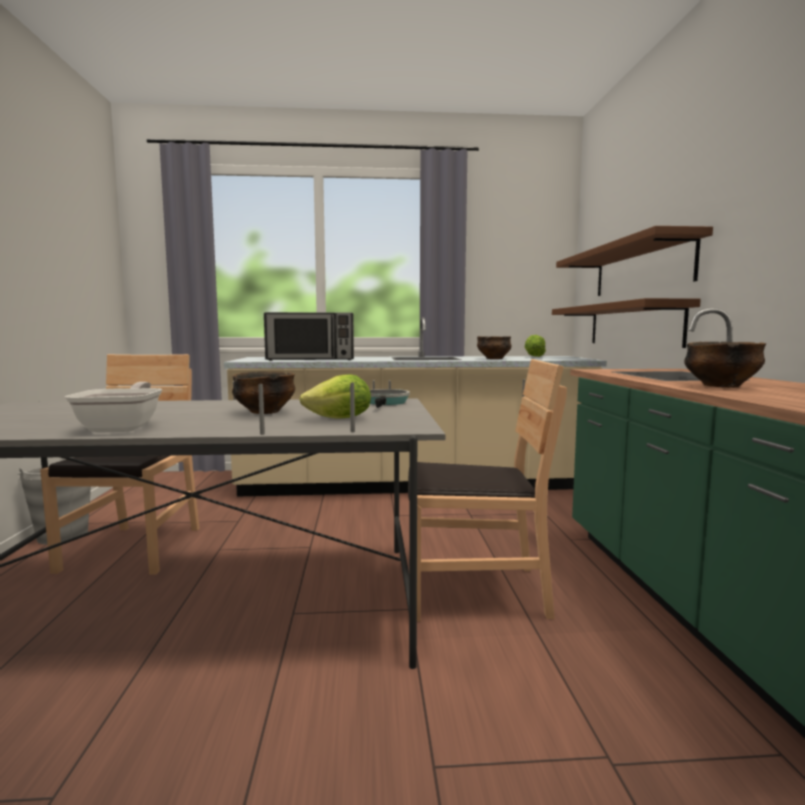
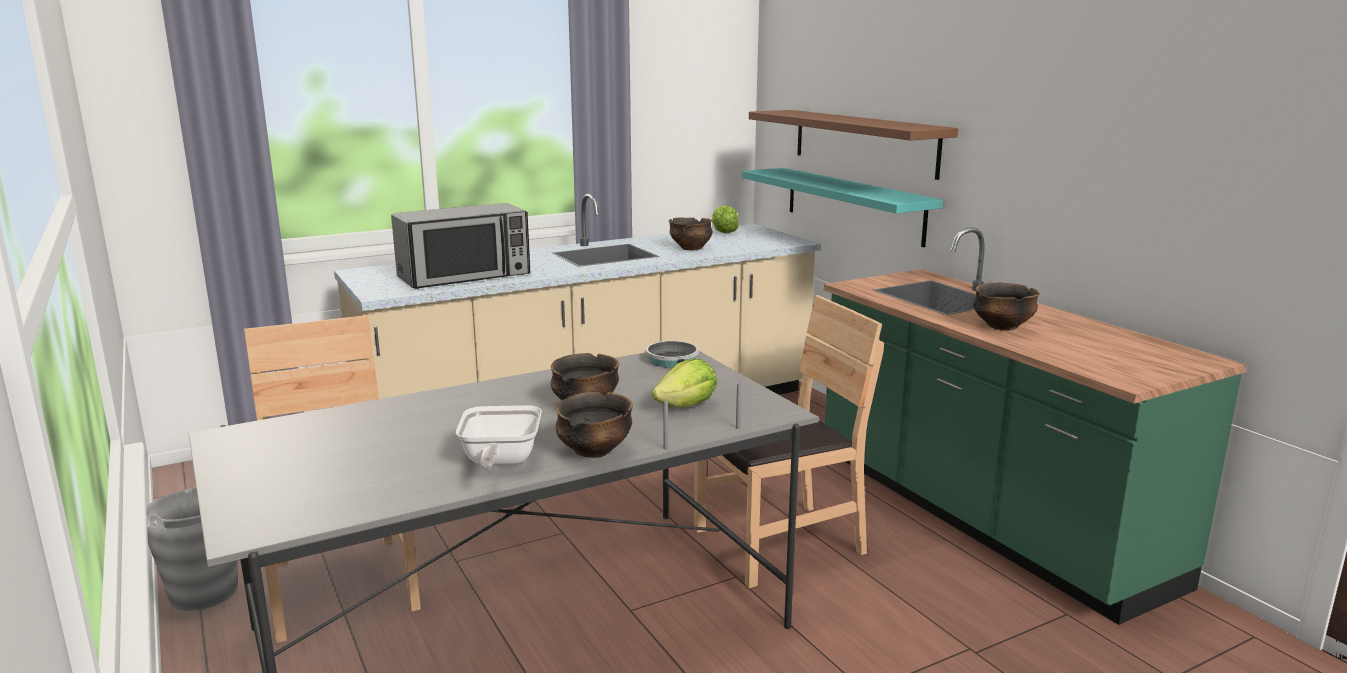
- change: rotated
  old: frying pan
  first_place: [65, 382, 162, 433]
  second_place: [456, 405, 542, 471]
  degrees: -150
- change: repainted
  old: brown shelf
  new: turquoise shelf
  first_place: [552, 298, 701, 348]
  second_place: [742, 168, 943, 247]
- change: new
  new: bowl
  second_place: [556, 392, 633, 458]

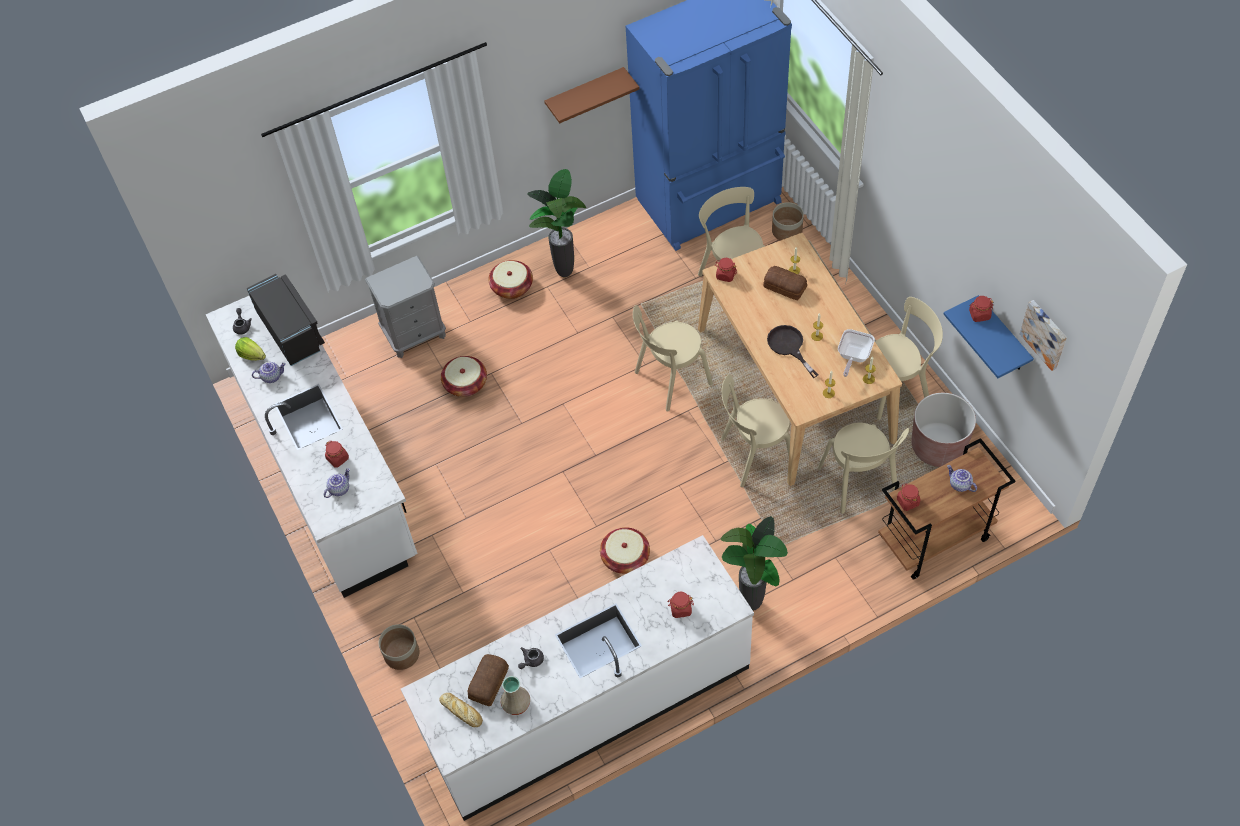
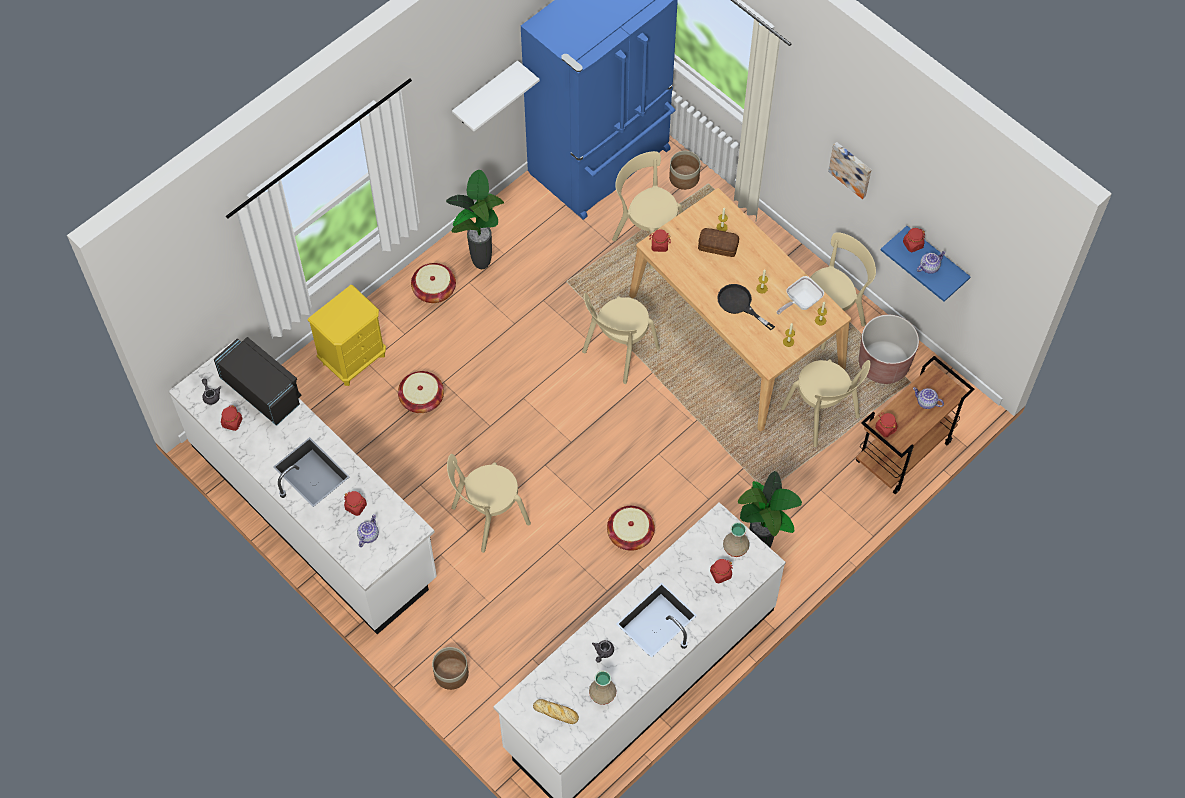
- change: swapped
  old: lettuce
  new: red jar
  first_place: [235, 337, 266, 361]
  second_place: [221, 405, 243, 431]
- change: shifted
  old: teapot
  first_place: [252, 362, 286, 383]
  second_place: [917, 251, 946, 274]
- change: repainted
  old: grey nightstand
  new: yellow nightstand
  first_place: [365, 256, 446, 358]
  second_place: [308, 285, 386, 386]
- change: gone
  old: bread
  first_place: [468, 654, 509, 706]
- change: repainted
  old: brown shelf
  new: white shelf
  first_place: [544, 67, 639, 123]
  second_place: [452, 61, 540, 131]
- change: shifted
  old: beige chair
  first_place: [721, 374, 790, 487]
  second_place: [447, 454, 531, 553]
- change: rotated
  old: frying pan
  first_place: [838, 329, 875, 377]
  second_place: [777, 276, 824, 315]
  degrees: 45
- change: shifted
  old: picture
  first_place: [1020, 300, 1067, 371]
  second_place: [828, 142, 872, 199]
- change: new
  new: beige vase
  second_place: [723, 522, 749, 557]

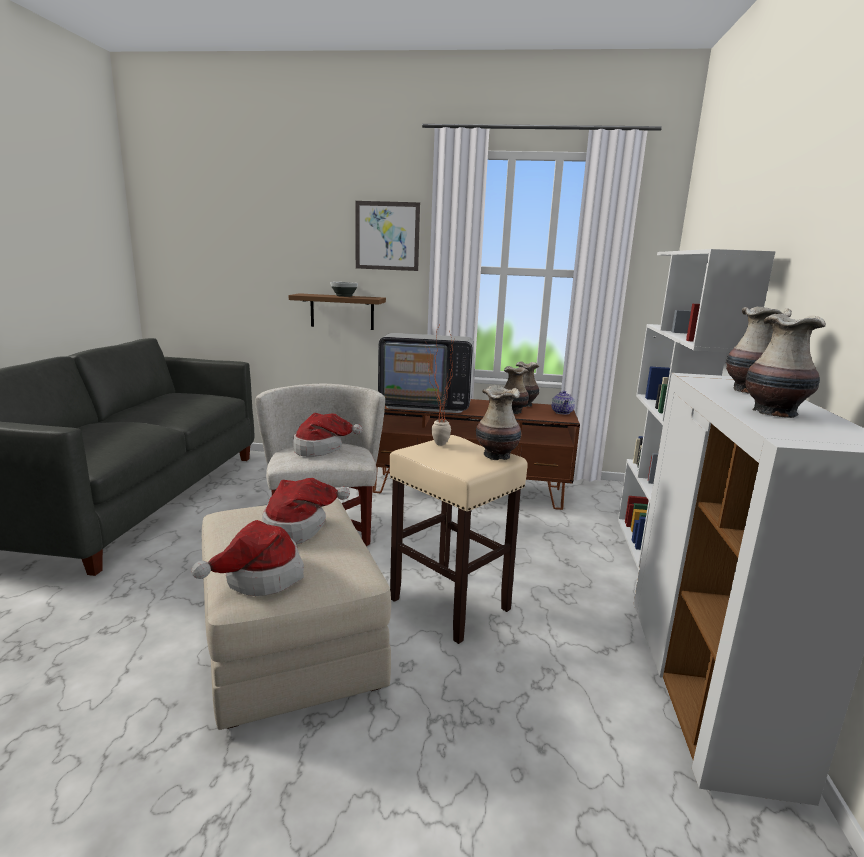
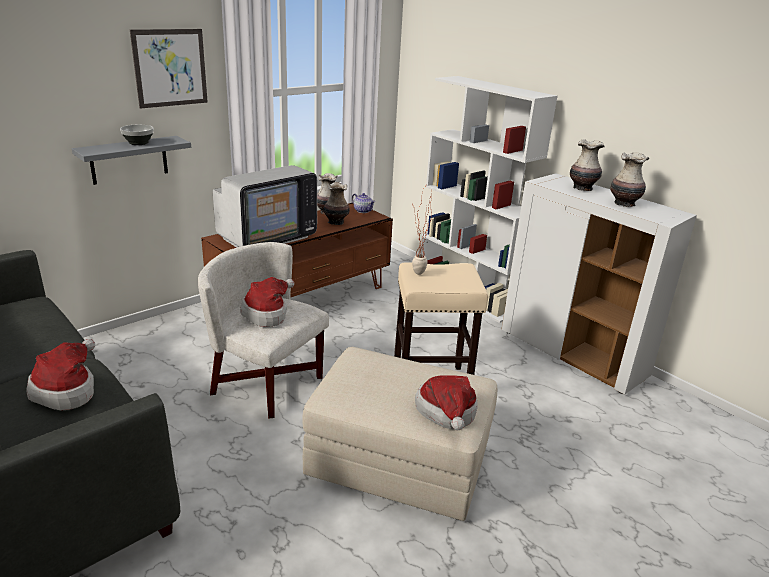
- change: shifted
  old: hat
  first_place: [262, 478, 350, 544]
  second_place: [26, 339, 95, 410]
- change: repainted
  old: brown shelf
  new: grey shelf
  first_place: [289, 293, 386, 330]
  second_place: [72, 136, 191, 185]
- change: gone
  old: vase
  first_place: [476, 385, 521, 460]

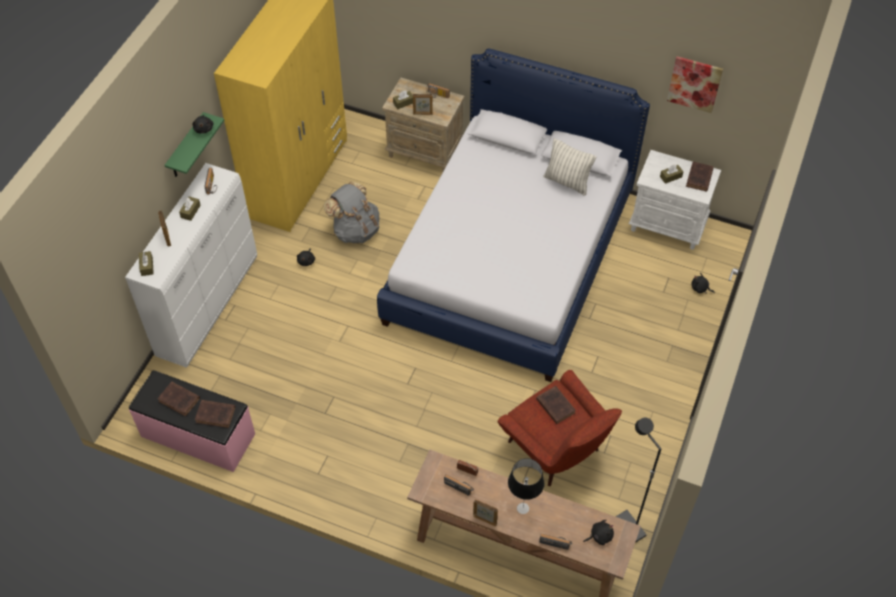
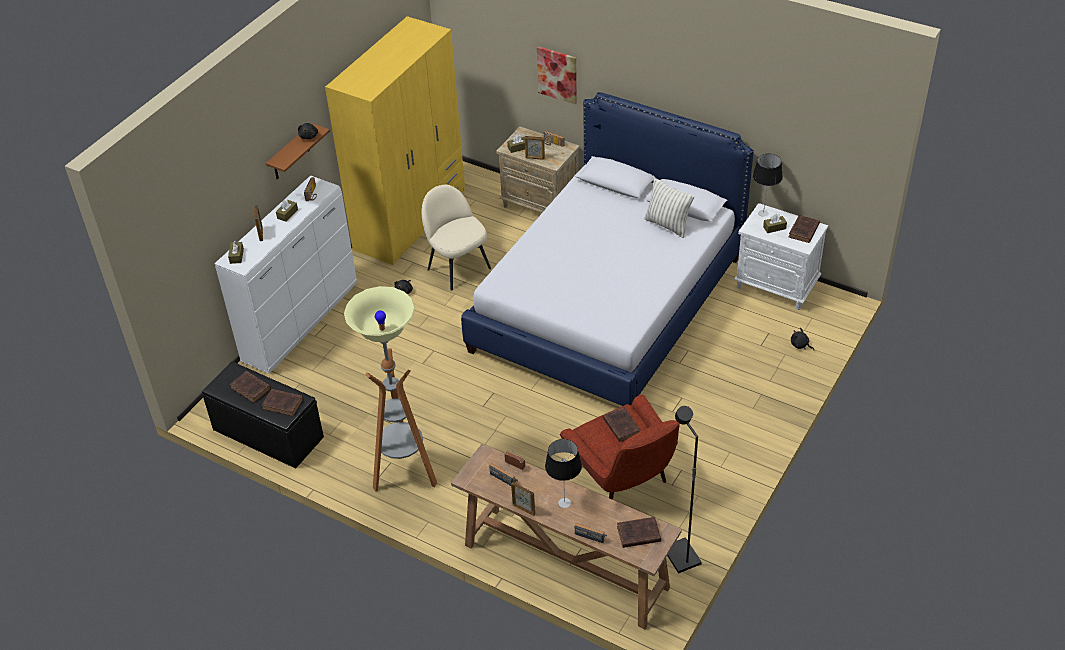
- change: repainted
  old: pink bench
  new: black bench
  first_place: [129, 370, 255, 472]
  second_place: [202, 362, 324, 468]
- change: repainted
  old: green shelf
  new: brown shelf
  first_place: [165, 112, 225, 177]
  second_place: [266, 123, 330, 180]
- change: swapped
  old: grey backpack
  new: beige chair
  first_place: [324, 181, 379, 243]
  second_place: [422, 185, 491, 291]
- change: swapped
  old: black plush toy
  new: brown book
  first_place: [583, 520, 614, 545]
  second_place: [617, 517, 661, 548]
- change: shifted
  old: picture
  first_place: [667, 56, 723, 113]
  second_place: [537, 46, 577, 104]
- change: new
  new: floor lamp
  second_place: [344, 286, 437, 492]
- change: new
  new: table lamp
  second_place: [753, 154, 783, 217]

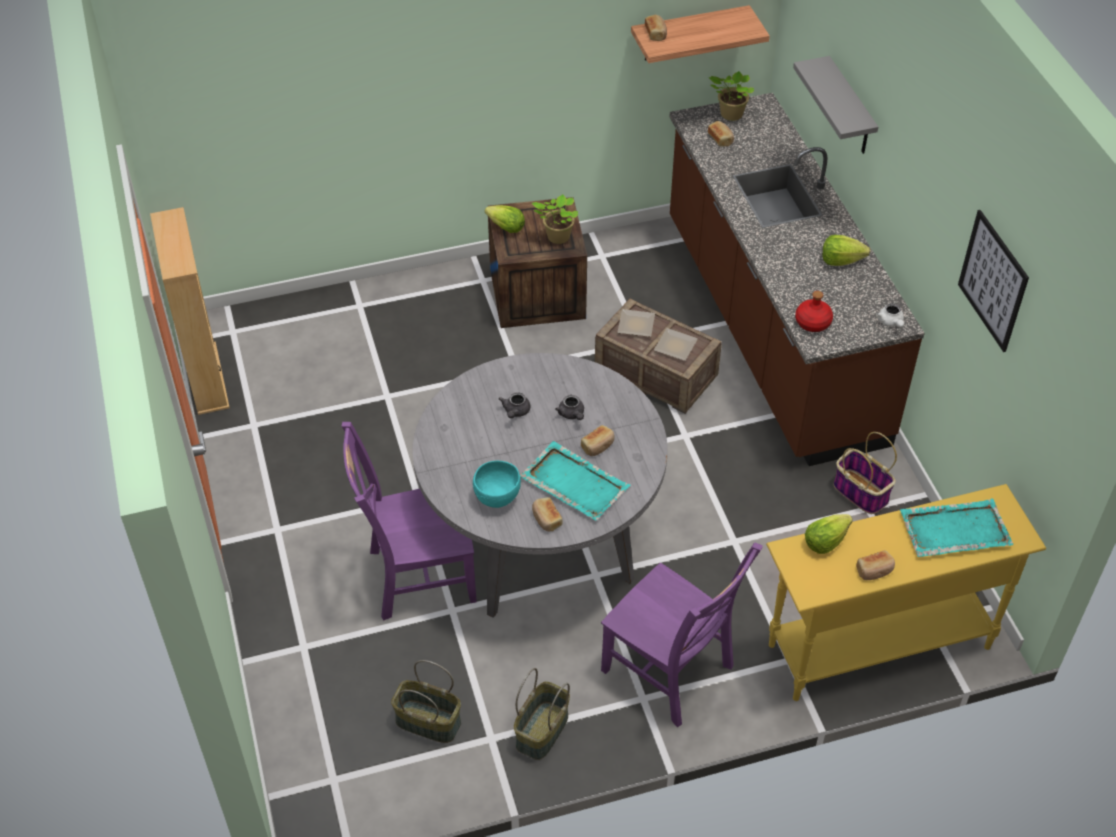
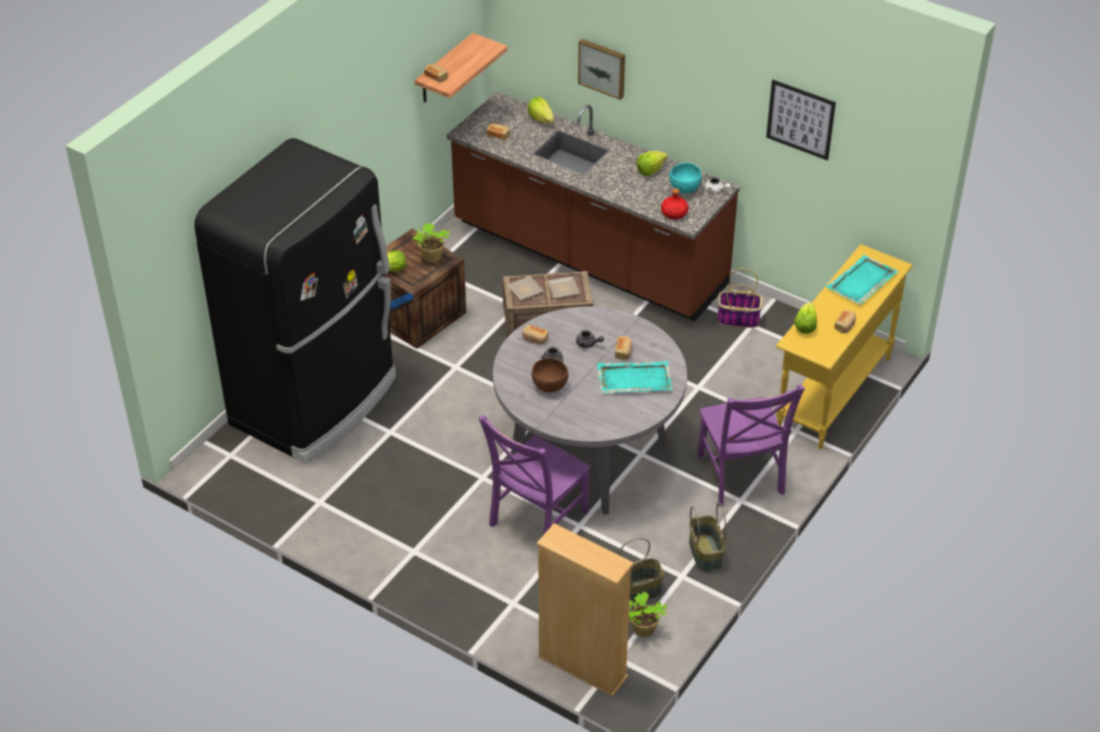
- change: shifted
  old: beige bookcase
  first_place: [150, 207, 230, 415]
  second_place: [537, 523, 634, 697]
- change: shifted
  old: turquoise bowl
  first_place: [473, 461, 521, 508]
  second_place: [669, 163, 702, 194]
- change: shifted
  old: bread
  first_place: [532, 497, 562, 531]
  second_place: [522, 325, 549, 344]
- change: rotated
  old: purple chair
  first_place: [601, 542, 763, 727]
  second_place: [697, 384, 805, 507]
  degrees: 75
- change: shifted
  old: potted plant
  first_place: [709, 71, 754, 121]
  second_place: [629, 591, 667, 637]
- change: swapped
  old: grey shelf
  new: picture
  first_place: [793, 56, 878, 154]
  second_place: [578, 39, 625, 100]
- change: new
  new: black fridge
  second_place: [194, 138, 396, 464]
- change: new
  new: lettuce
  second_place: [527, 97, 554, 124]
- change: new
  new: brown bowl
  second_place: [532, 358, 568, 392]

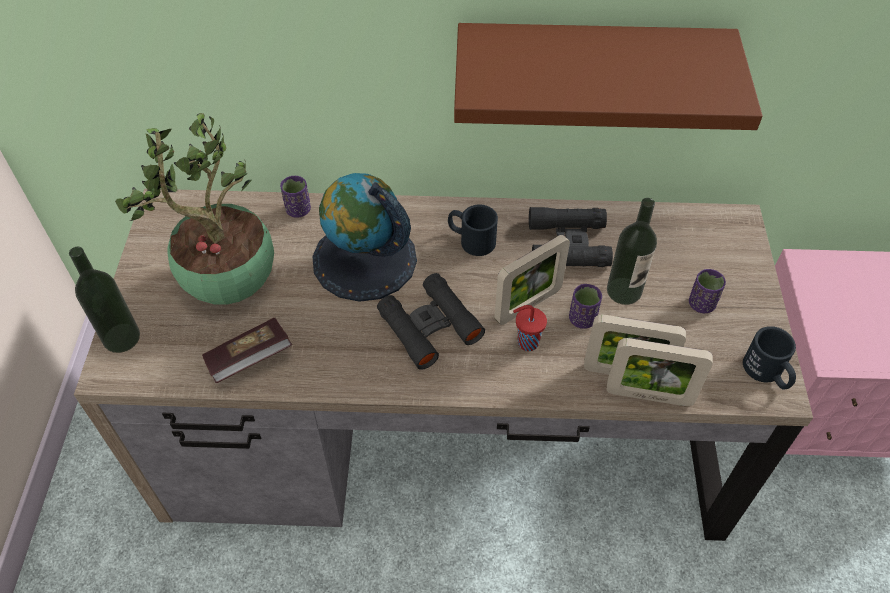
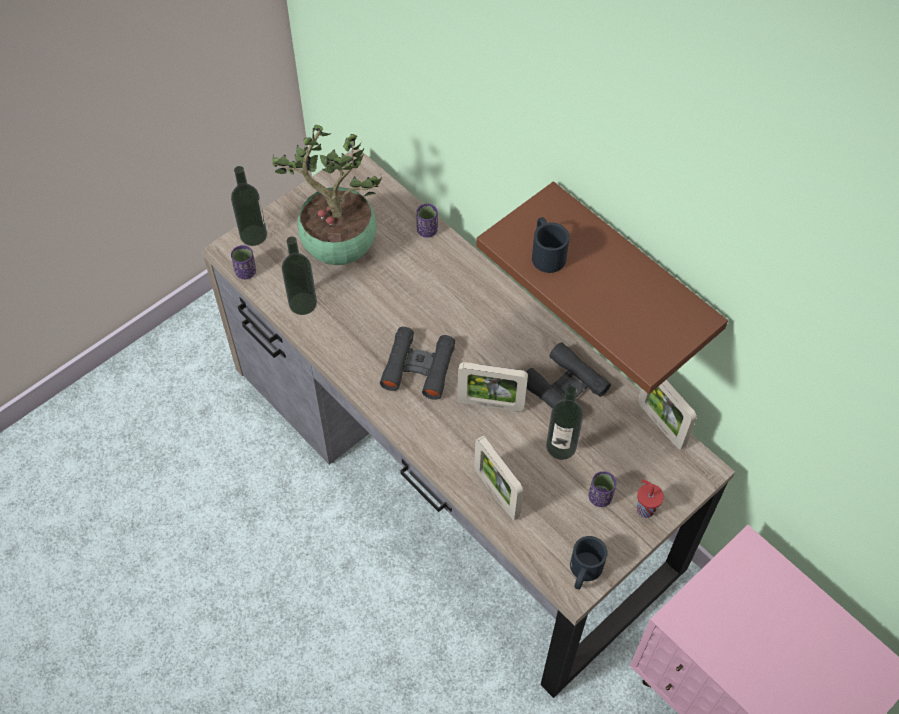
- change: swapped
  old: book
  new: bottle
  first_place: [202, 318, 292, 383]
  second_place: [282, 237, 317, 315]
- change: gone
  old: globe
  first_place: [312, 173, 417, 302]
- change: shifted
  old: black mug
  first_place: [448, 204, 498, 256]
  second_place: [532, 217, 570, 273]
- change: shifted
  old: red cup
  first_place: [513, 305, 547, 351]
  second_place: [637, 479, 664, 518]
- change: shifted
  old: purple cup
  first_place: [569, 284, 602, 329]
  second_place: [231, 245, 256, 279]
- change: shifted
  old: picture frame
  first_place: [607, 338, 713, 406]
  second_place: [638, 379, 697, 449]

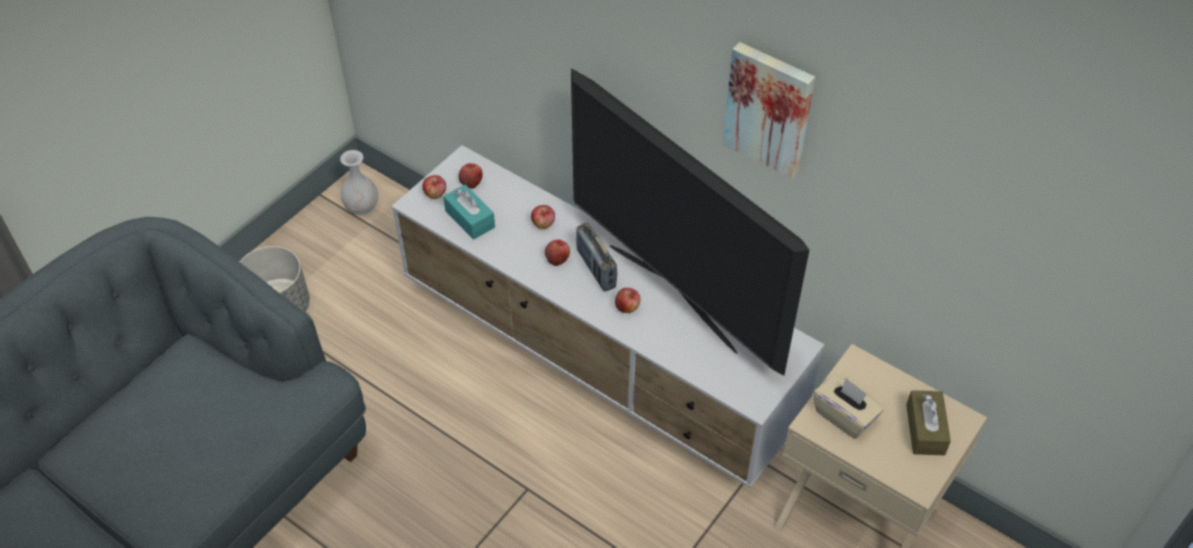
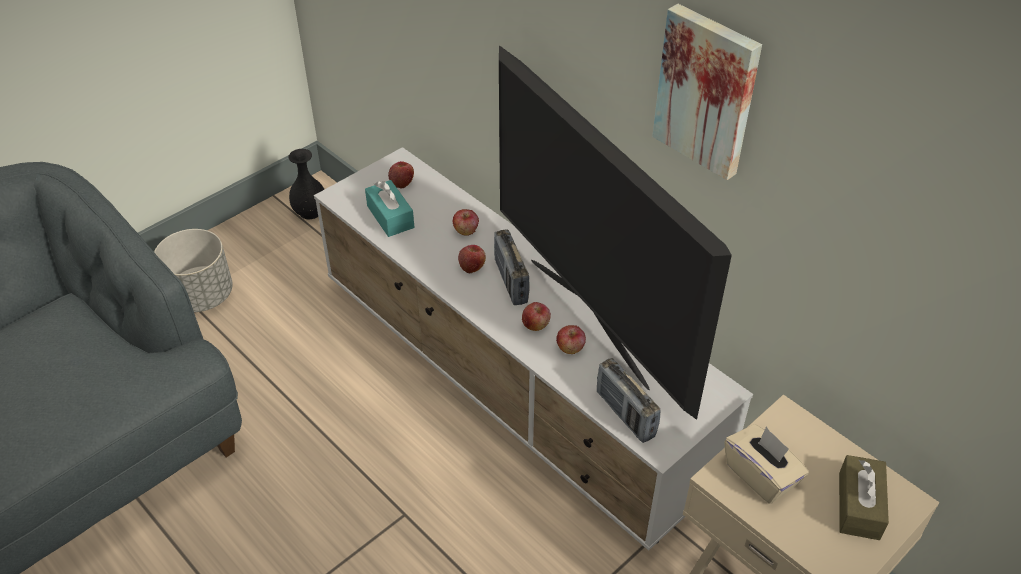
- change: repainted
  old: white vase
  new: black vase
  first_place: [340, 150, 378, 216]
  second_place: [288, 149, 324, 219]
- change: shifted
  old: apple
  first_place: [422, 175, 446, 199]
  second_place: [556, 325, 586, 354]
- change: new
  new: radio
  second_place: [597, 358, 661, 443]

